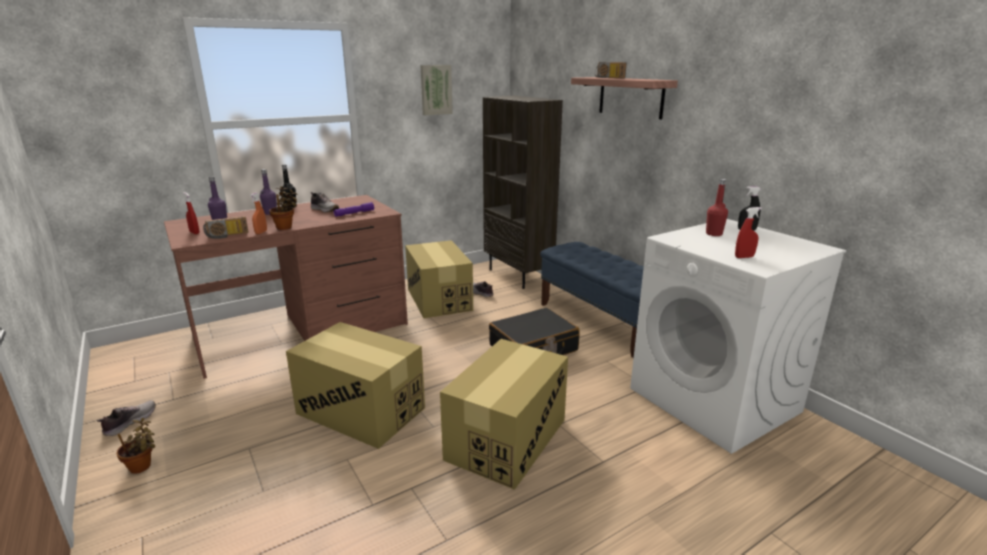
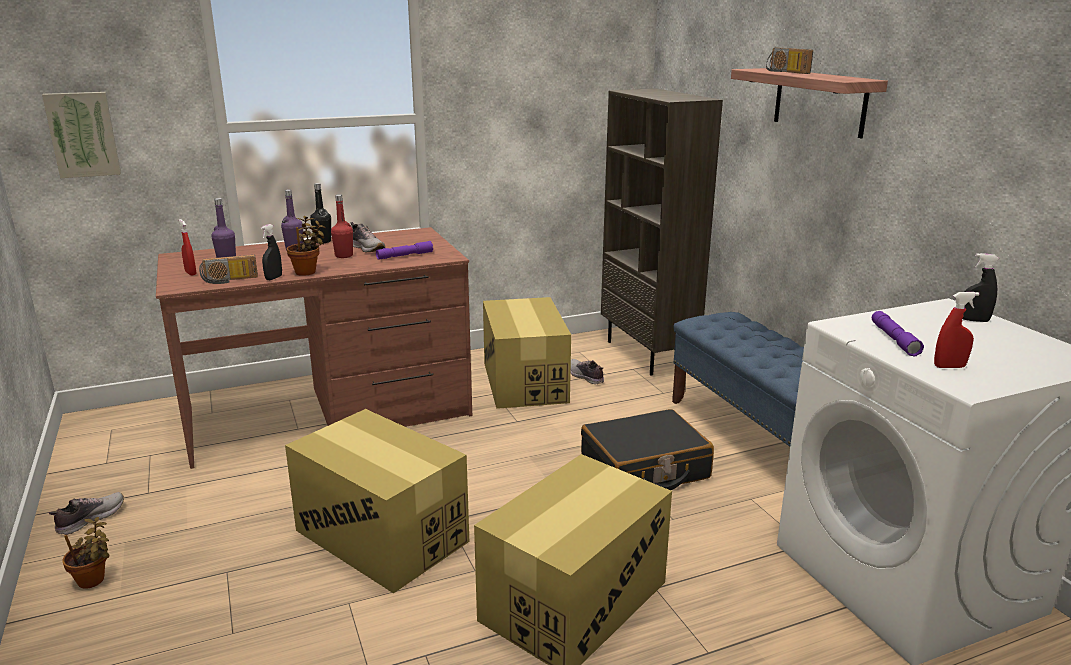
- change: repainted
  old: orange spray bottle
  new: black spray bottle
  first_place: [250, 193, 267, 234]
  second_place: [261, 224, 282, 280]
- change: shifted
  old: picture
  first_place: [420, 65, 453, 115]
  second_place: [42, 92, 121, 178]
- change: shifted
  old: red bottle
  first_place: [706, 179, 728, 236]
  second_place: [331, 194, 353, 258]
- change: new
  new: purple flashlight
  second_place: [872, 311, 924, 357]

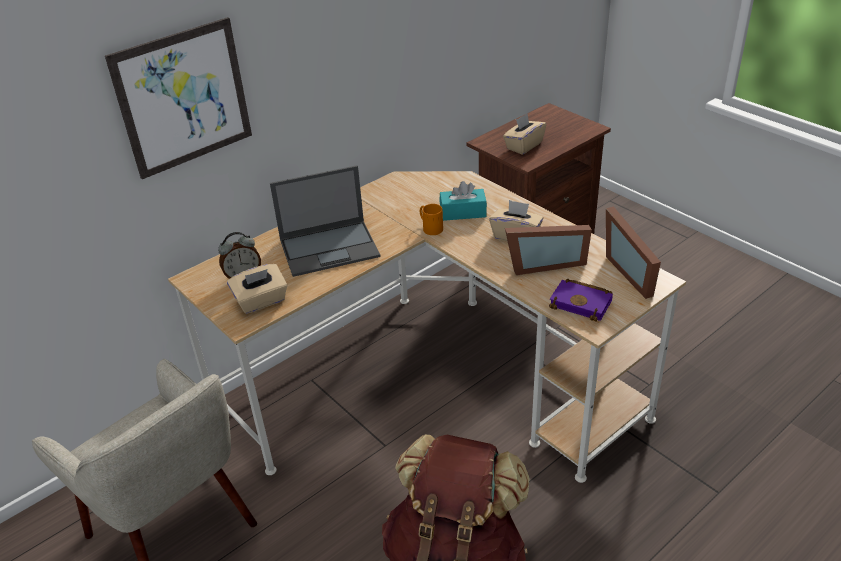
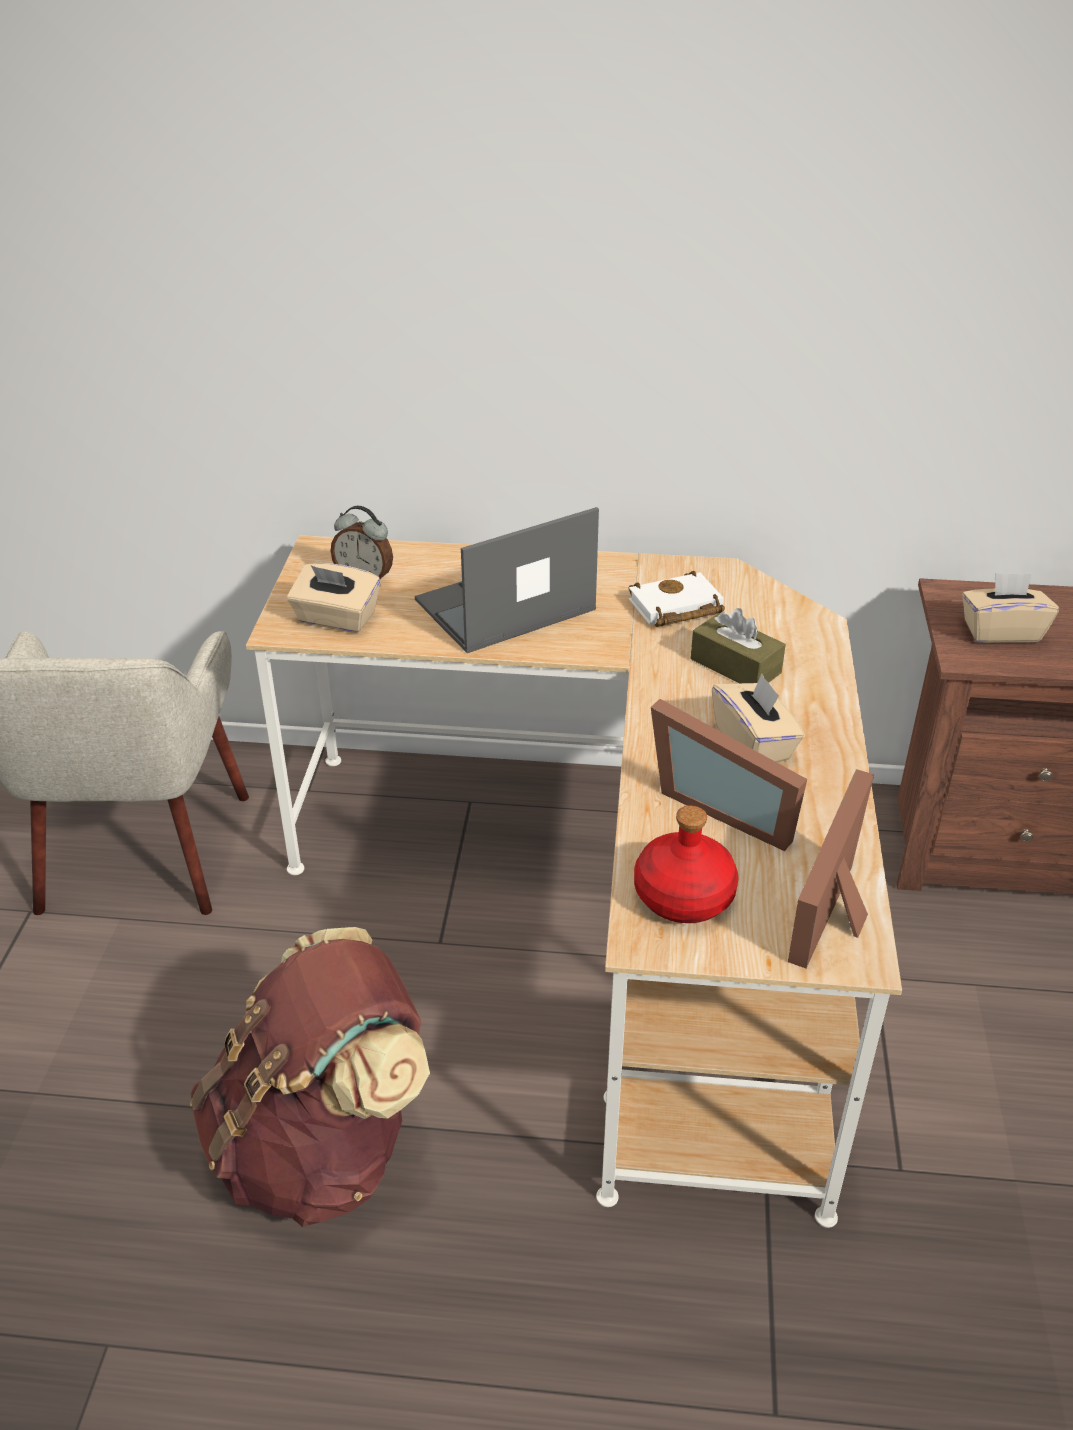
- change: gone
  old: picture
  first_place: [105, 17, 252, 179]
- change: rotated
  old: laptop
  first_place: [270, 165, 381, 277]
  second_place: [415, 507, 599, 653]
  degrees: 120
- change: gone
  old: orange mug
  first_place: [420, 204, 443, 235]
- change: repainted
  old: turquoise tissue box
  new: brown tissue box
  first_place: [440, 181, 487, 221]
  second_place: [690, 608, 786, 683]
- change: swapped
  old: purple book
  new: red bottle
  first_place: [549, 279, 613, 322]
  second_place: [634, 806, 739, 923]
- change: new
  new: white book
  second_place: [628, 571, 725, 627]

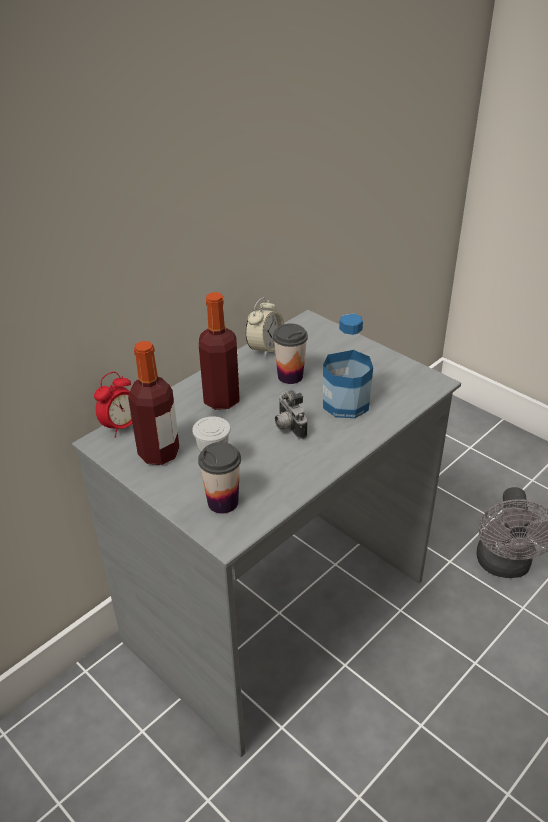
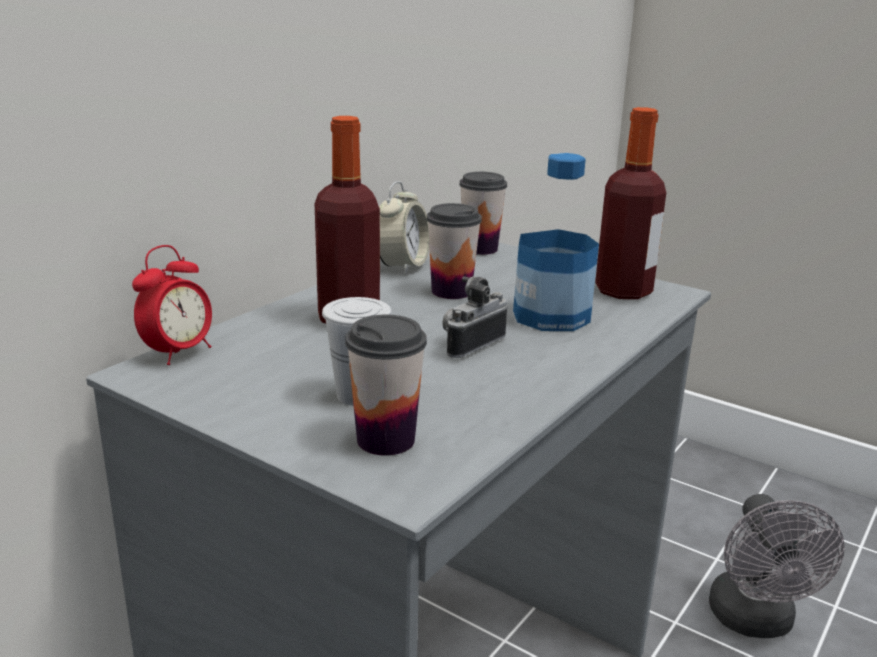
- change: shifted
  old: bottle
  first_place: [128, 341, 179, 465]
  second_place: [595, 107, 666, 299]
- change: rotated
  old: photo camera
  first_place: [275, 390, 307, 439]
  second_place: [442, 276, 507, 358]
  degrees: 75
- change: new
  new: cup
  second_place: [459, 172, 507, 255]

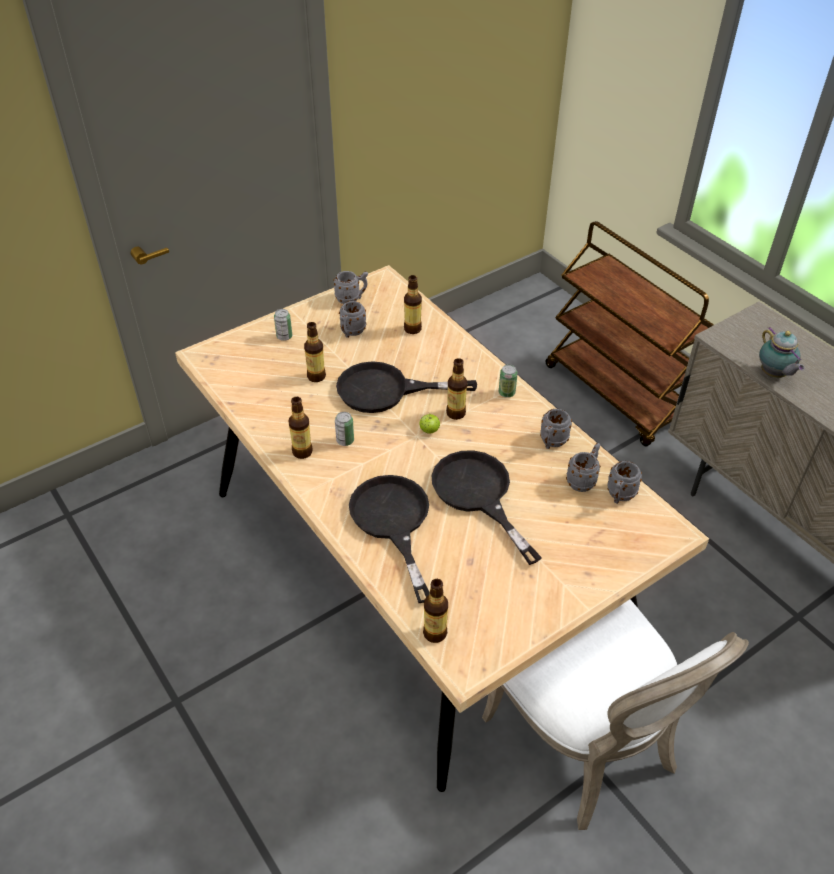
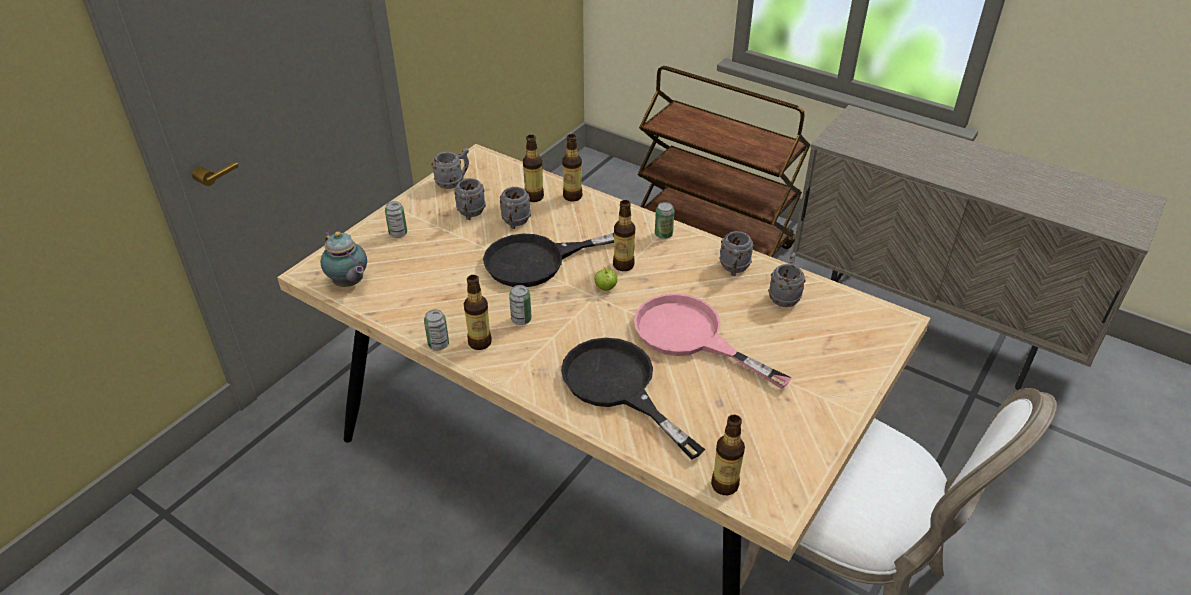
- change: shifted
  old: bottle
  first_place: [304, 322, 326, 382]
  second_place: [562, 134, 583, 202]
- change: repainted
  old: black frying pan
  new: pink frying pan
  first_place: [431, 450, 542, 565]
  second_place: [634, 293, 792, 389]
- change: shifted
  old: grey mug
  first_place: [607, 461, 642, 504]
  second_place: [500, 187, 531, 229]
- change: shifted
  old: teapot
  first_place: [759, 327, 805, 378]
  second_place: [321, 231, 367, 287]
- change: new
  new: can
  second_place: [424, 309, 449, 350]

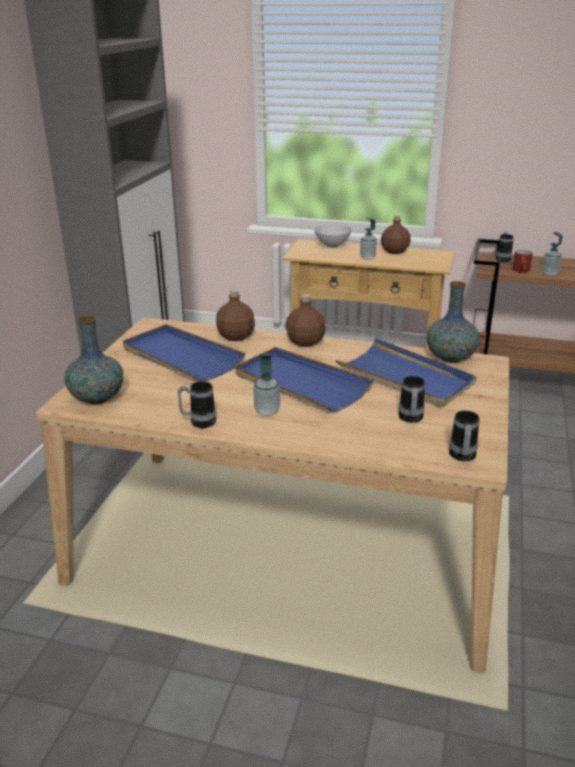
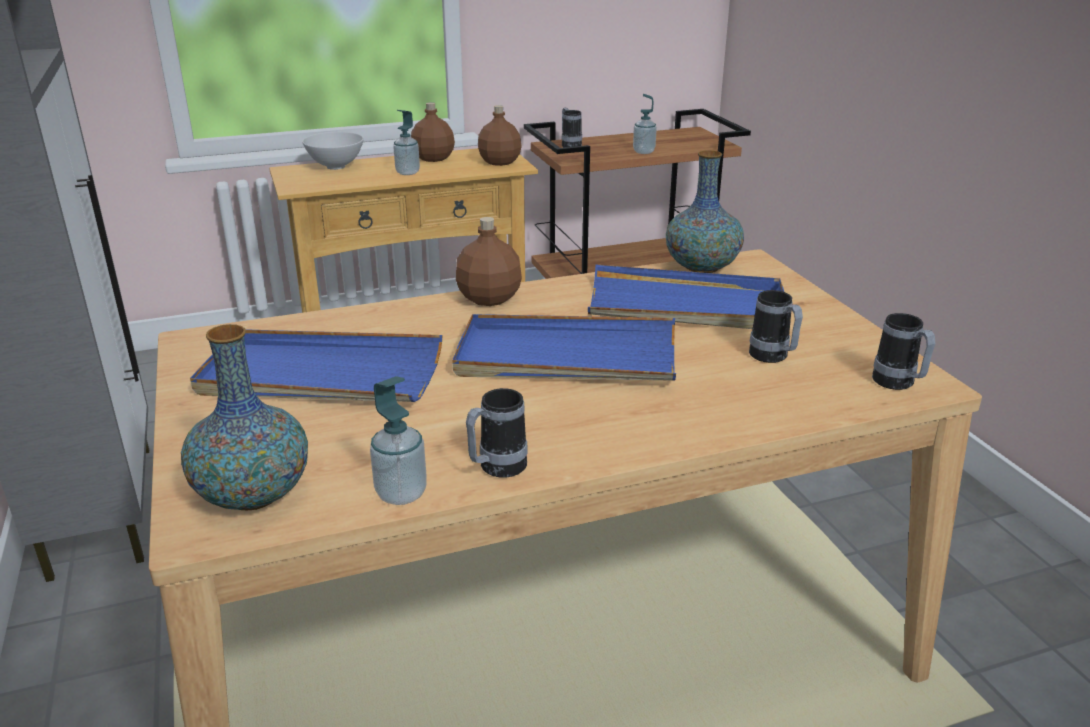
- change: shifted
  old: brown bottle
  first_place: [216, 289, 255, 341]
  second_place: [478, 105, 522, 166]
- change: shifted
  old: soap dispenser
  first_place: [253, 353, 280, 416]
  second_place: [370, 376, 427, 505]
- change: gone
  old: red mug
  first_place: [513, 249, 533, 273]

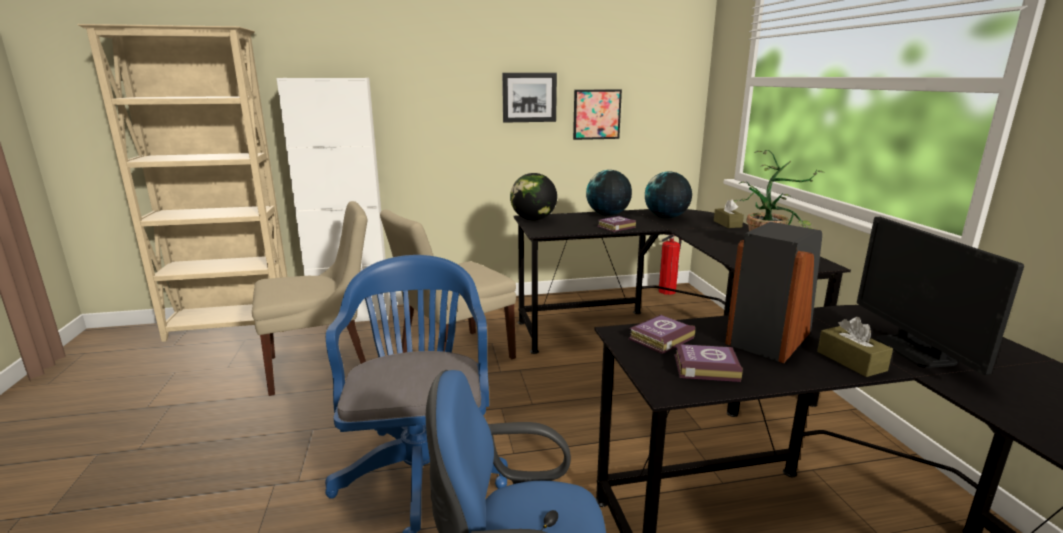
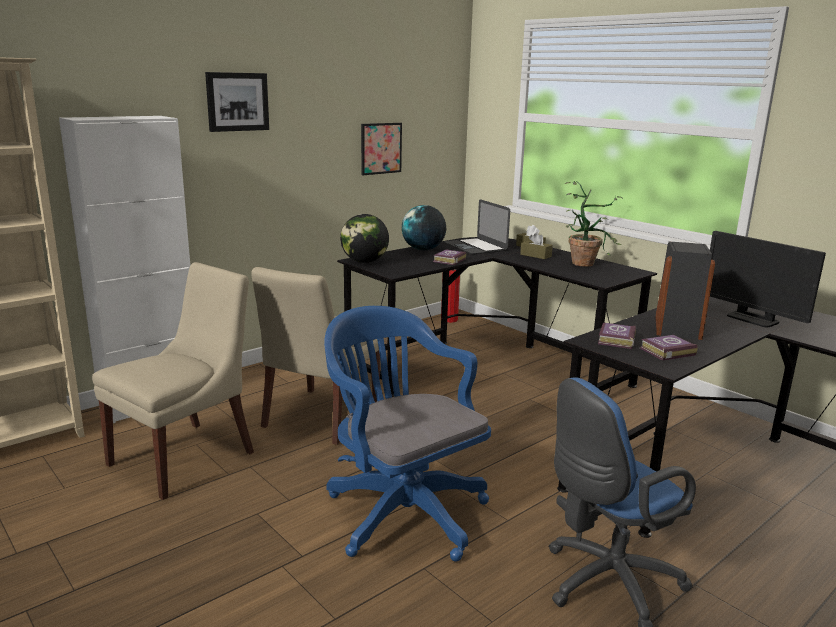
- change: shifted
  old: picture
  first_place: [502, 73, 557, 123]
  second_place: [205, 72, 269, 132]
- change: swapped
  old: globe
  new: laptop
  first_place: [645, 171, 692, 218]
  second_place: [444, 199, 510, 254]
- change: shifted
  old: brown tissue box
  first_place: [817, 317, 893, 377]
  second_place: [520, 232, 553, 259]

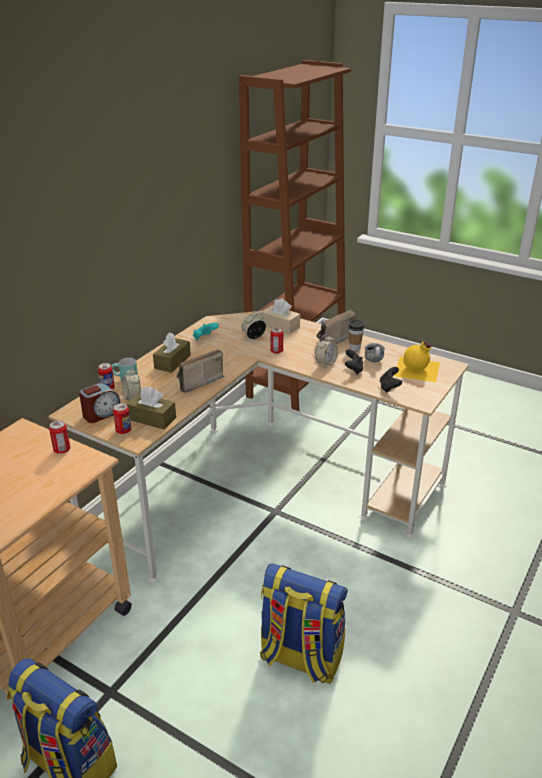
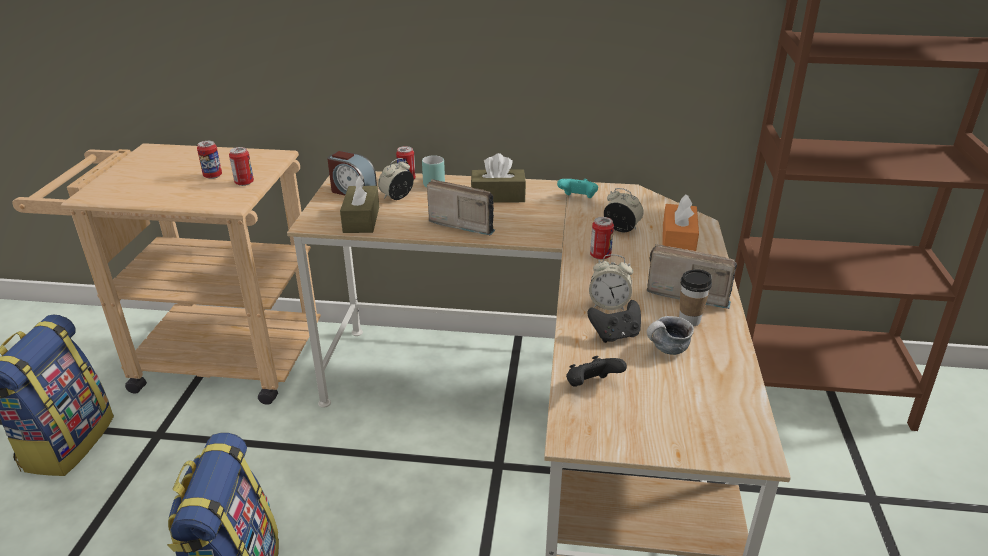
- change: shifted
  old: can
  first_place: [113, 403, 131, 434]
  second_place: [197, 141, 222, 179]
- change: repainted
  old: beige tissue box
  new: orange tissue box
  first_place: [261, 298, 300, 334]
  second_place: [663, 194, 699, 251]
- change: gone
  old: yellow bottle
  first_place: [394, 341, 440, 382]

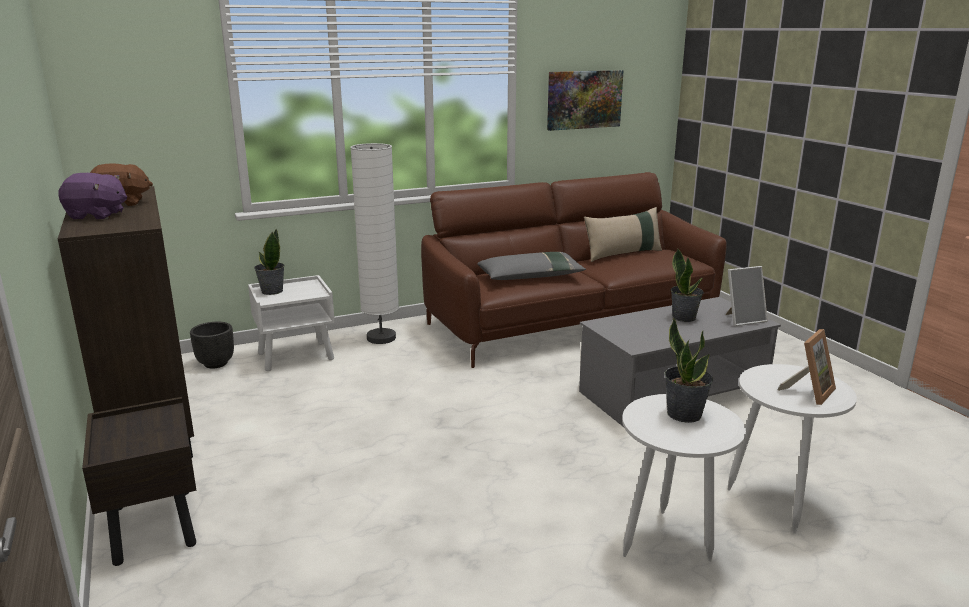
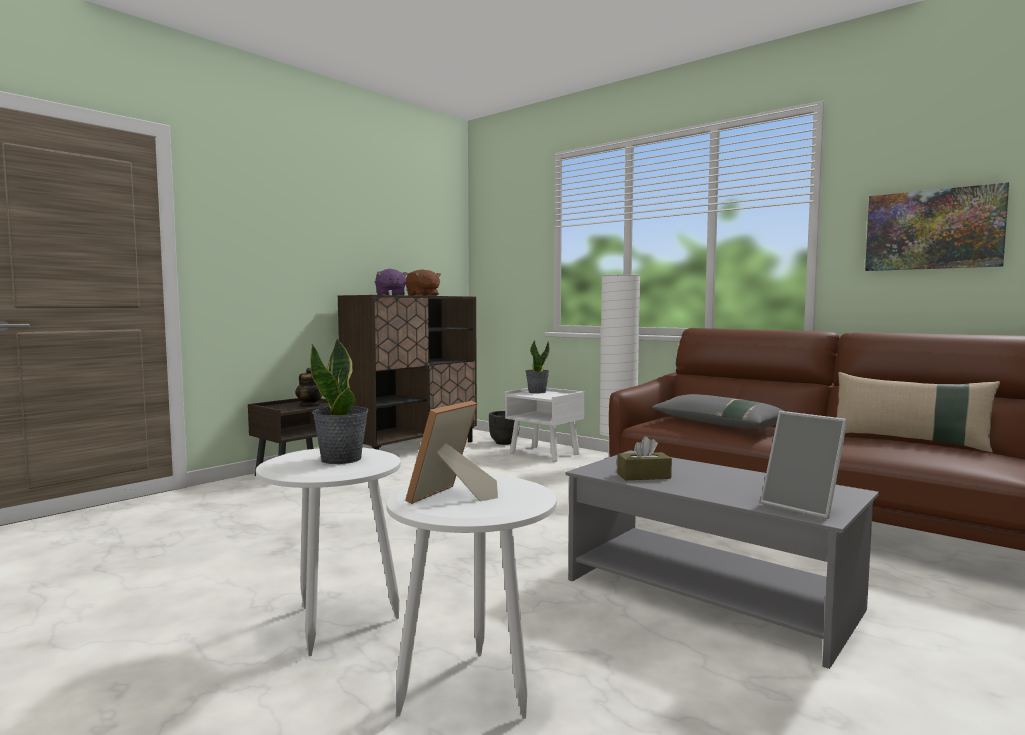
- change: gone
  old: potted plant
  first_place: [671, 249, 704, 322]
- change: rotated
  old: picture frame
  first_place: [778, 329, 836, 405]
  second_place: [405, 400, 498, 504]
  degrees: 105
- change: new
  new: teapot
  second_place: [295, 368, 322, 407]
- change: new
  new: brown tissue box
  second_place: [617, 436, 672, 480]

